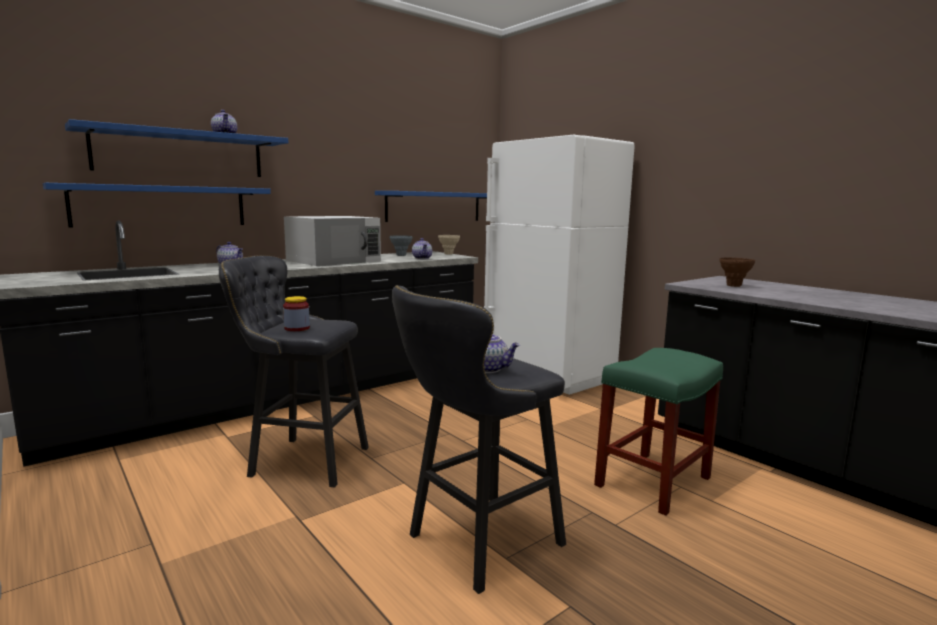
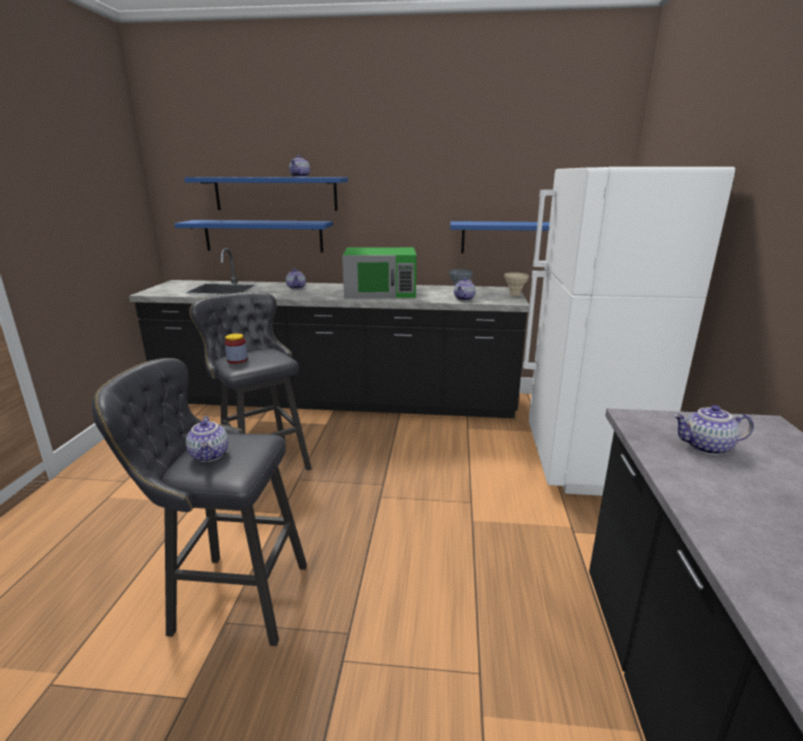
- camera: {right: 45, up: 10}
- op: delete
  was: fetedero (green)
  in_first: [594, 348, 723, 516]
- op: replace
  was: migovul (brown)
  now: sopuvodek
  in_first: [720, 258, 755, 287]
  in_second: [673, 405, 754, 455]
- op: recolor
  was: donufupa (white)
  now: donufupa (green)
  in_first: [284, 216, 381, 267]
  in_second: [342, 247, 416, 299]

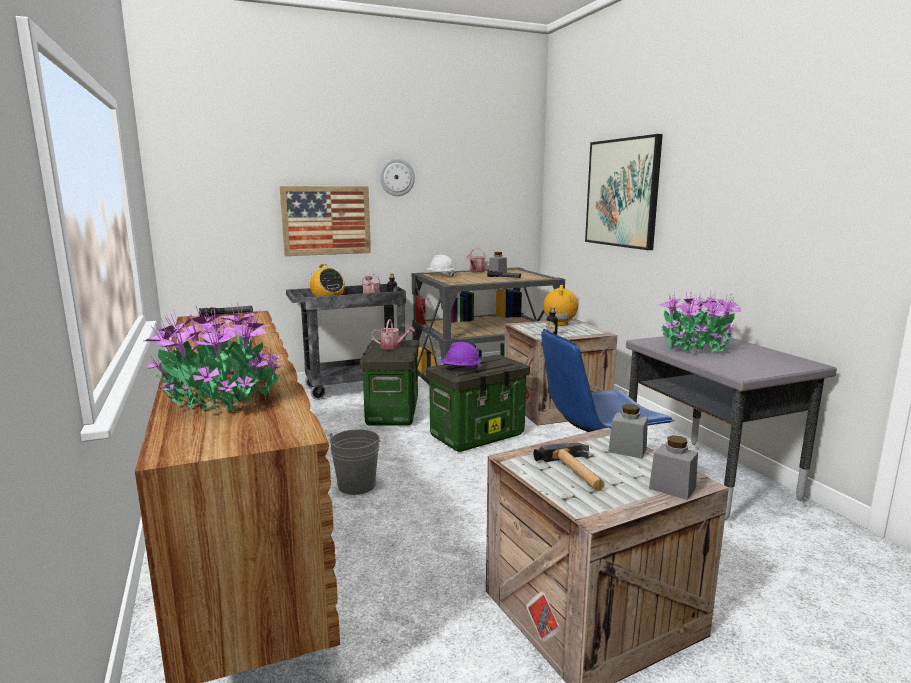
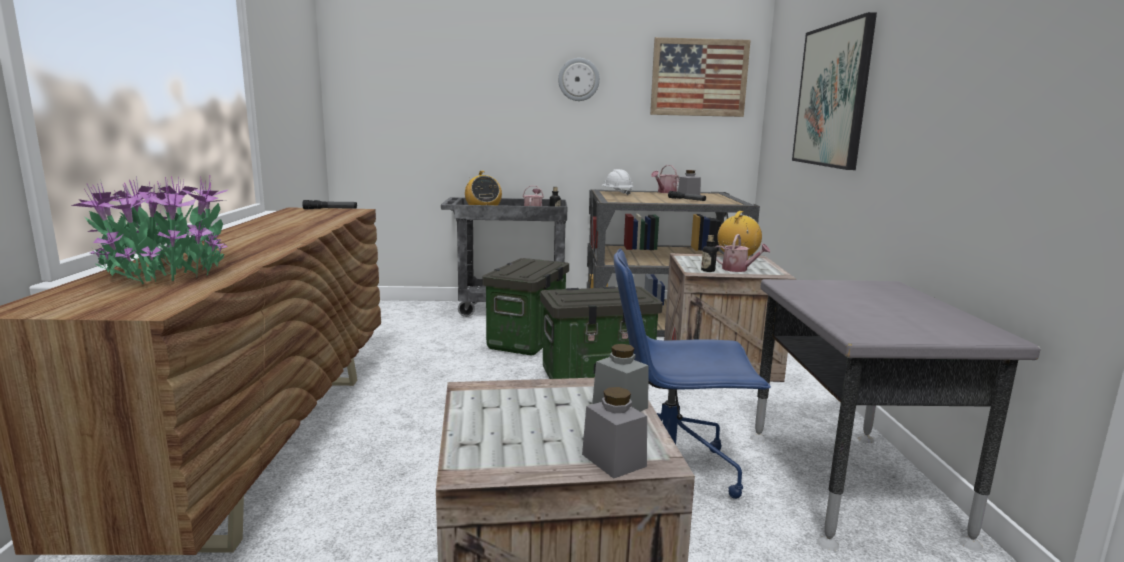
- camera: {right: 20, up: 0}
- op: delete
  was: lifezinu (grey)
  in_first: [328, 429, 380, 495]
- op: delete
  was: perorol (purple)
  in_first: [441, 342, 482, 370]
- op: delete
  was: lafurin
  in_first: [534, 443, 604, 491]
- op: delete
  was: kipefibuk
  in_first: [659, 291, 741, 353]
- op: move
  was: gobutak
  in_first: [280, 186, 371, 256]
  in_second: [650, 37, 751, 117]
- op: move
  was: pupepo
  in_first: [372, 319, 415, 349]
  in_second: [715, 234, 770, 272]

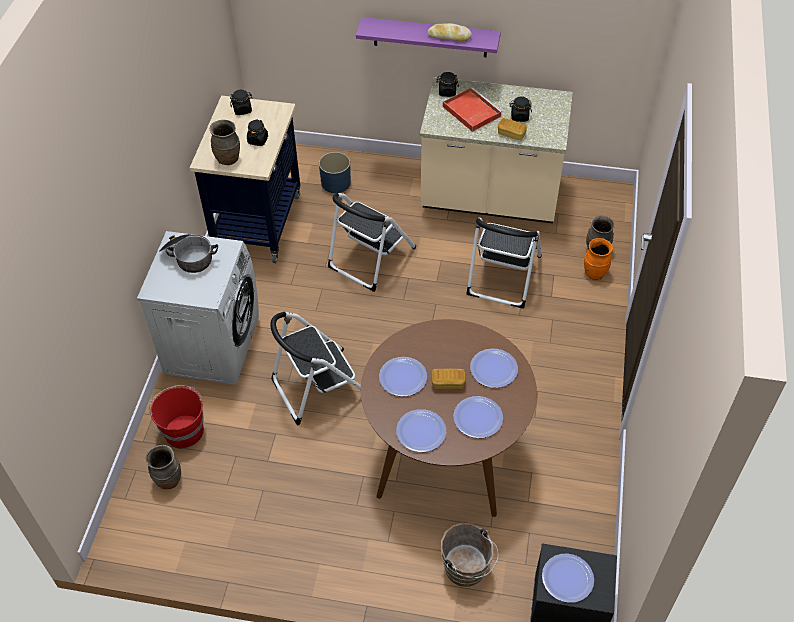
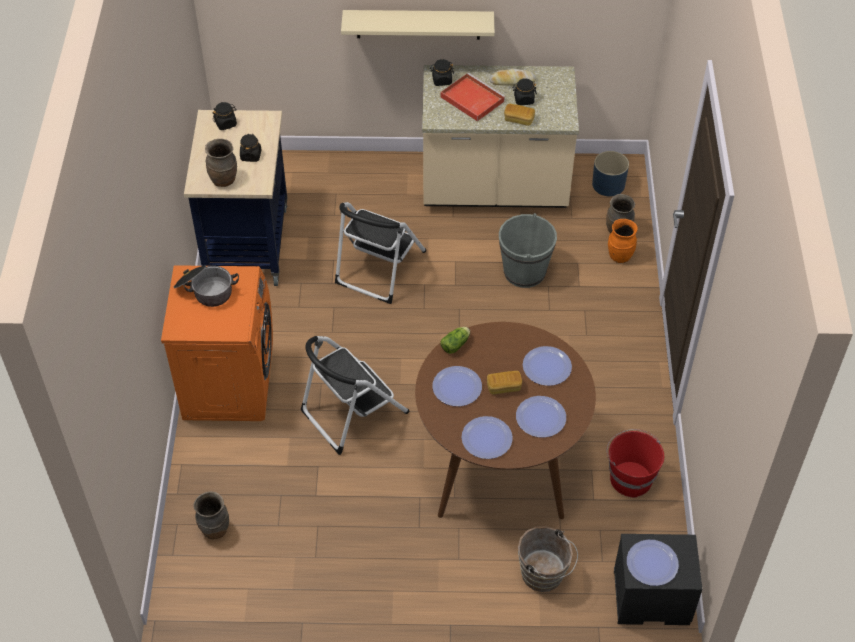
- camera: {right: -10, up: 0}
- op: insert
  now: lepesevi
  in_second: [440, 327, 470, 354]
- op: move
  was: lifezinu (red)
  in_first: [149, 385, 204, 449]
  in_second: [607, 429, 664, 498]
- op: move
  was: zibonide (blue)
  in_first: [319, 152, 351, 193]
  in_second: [592, 151, 629, 196]
- op: move
  was: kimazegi
  in_first: [427, 23, 472, 41]
  in_second: [490, 69, 536, 86]
- op: replace
  was: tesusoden
  now: lifezinu (grey)
  in_first: [466, 217, 542, 309]
  in_second: [499, 213, 557, 288]
- op: recolor
  was: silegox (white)
  now: silegox (orange)
  in_first: [137, 231, 259, 384]
  in_second: [161, 265, 273, 421]
- op: recolor
  was: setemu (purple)
  now: setemu (beige)
  in_first: [356, 17, 501, 57]
  in_second: [341, 10, 495, 40]

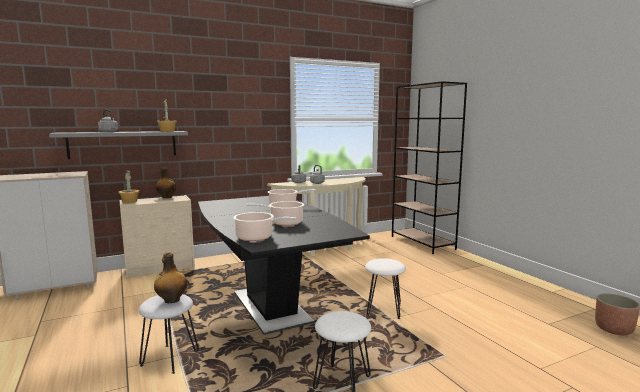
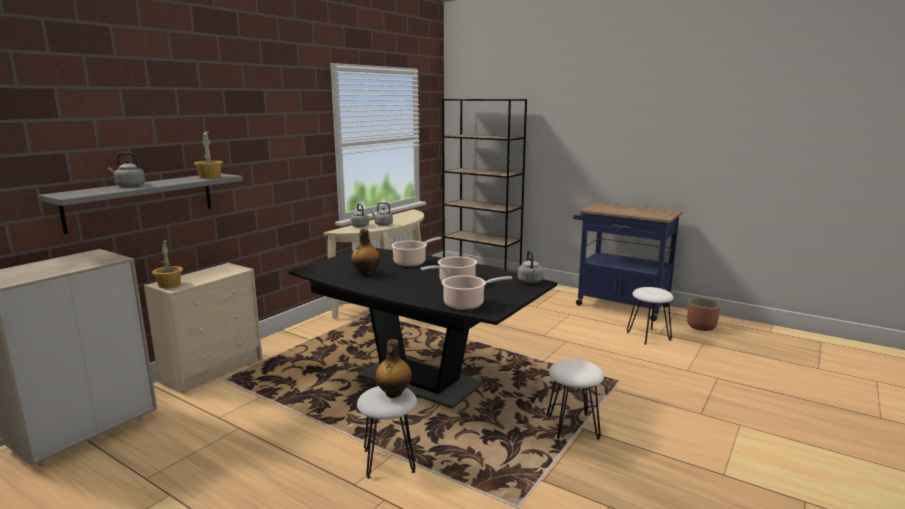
- camera: {right: -30, up: 5}
- op: insert
  now: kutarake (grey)
  in_second: [518, 250, 544, 283]
- op: insert
  now: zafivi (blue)
  in_second: [573, 203, 683, 321]
- op: move
  was: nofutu
  in_first: [156, 168, 176, 198]
  in_second: [351, 229, 380, 276]
- op: move
  was: fetedero (white)
  in_first: [365, 258, 406, 319]
  in_second: [627, 287, 674, 345]

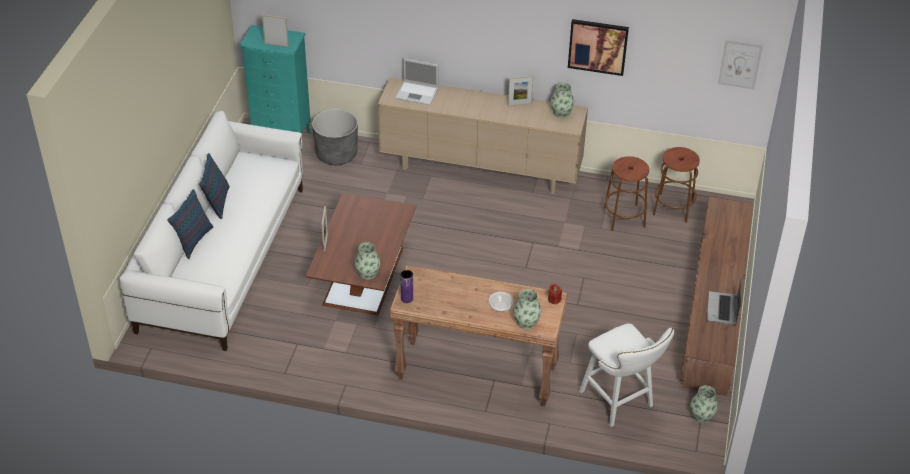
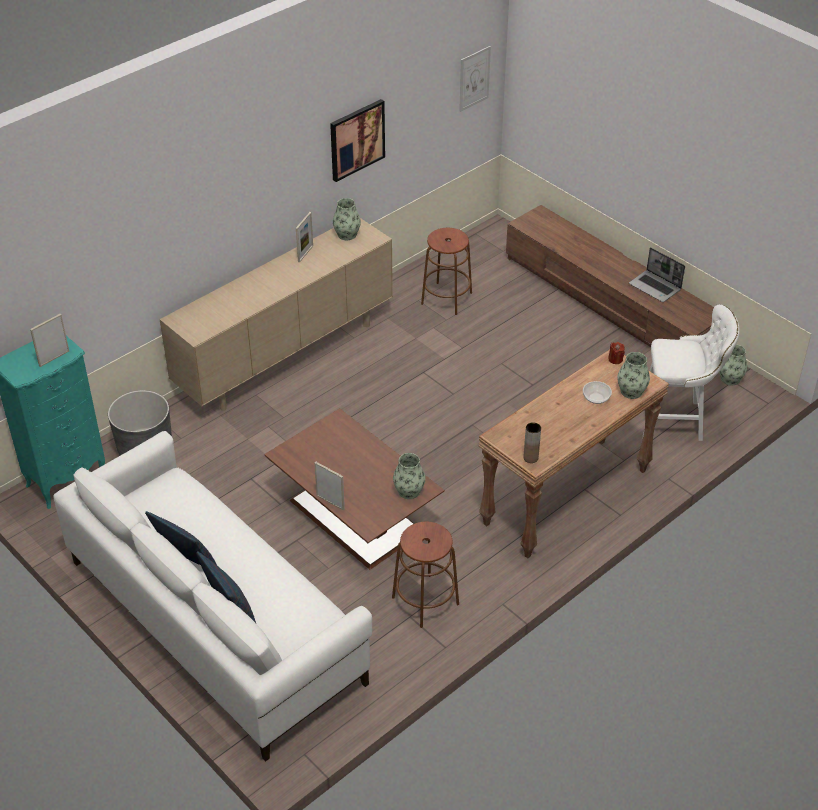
- camera: {right: -55, up: 0}
- op: delete
  was: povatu
  in_first: [395, 58, 439, 105]
- op: move
  was: fetedero (brown)
  in_first: [653, 147, 700, 223]
  in_second: [392, 522, 459, 628]
- op: recolor
  was: migovul (purple)
  now: migovul (brown)
  in_first: [400, 270, 413, 303]
  in_second: [523, 422, 541, 463]

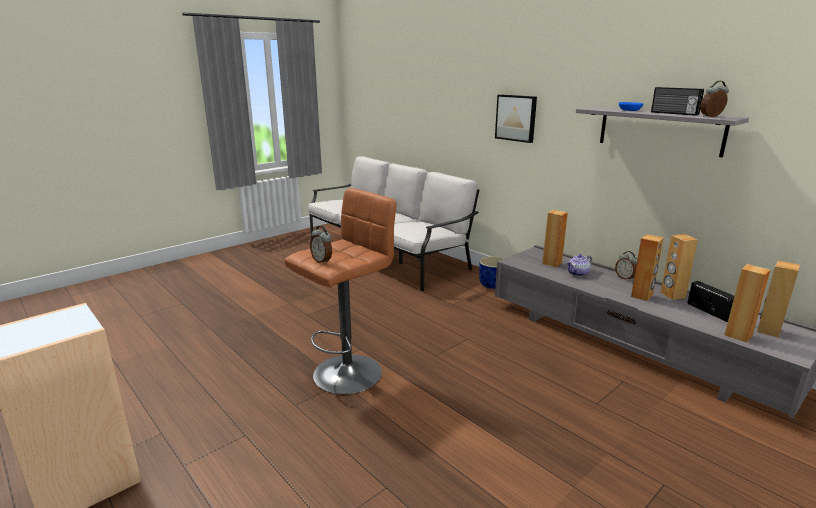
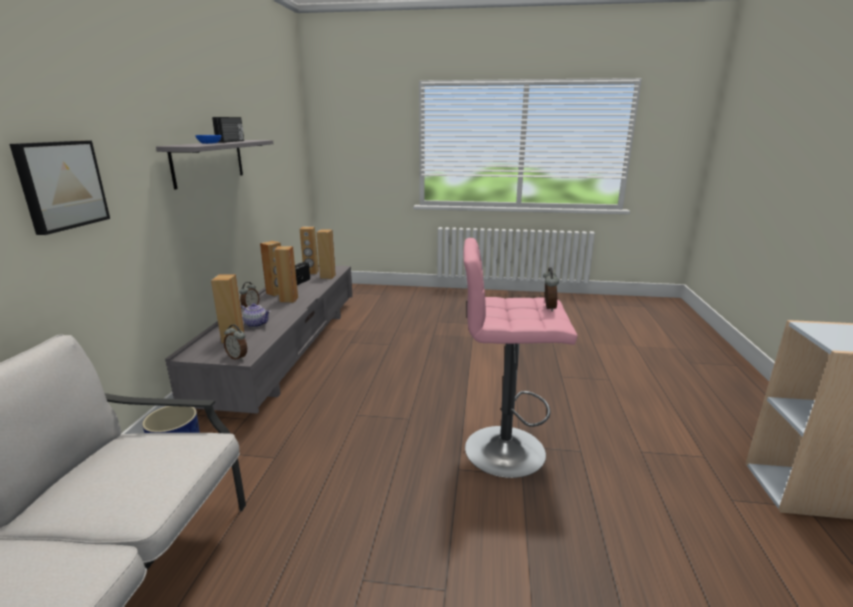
- camera: {right: -130, up: 0}
- op: move
  was: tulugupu
  in_first: [700, 80, 729, 117]
  in_second: [224, 324, 247, 361]
- op: recolor
  was: fetedero (brown)
  now: fetedero (pink)
  in_first: [284, 188, 397, 394]
  in_second: [463, 238, 578, 478]

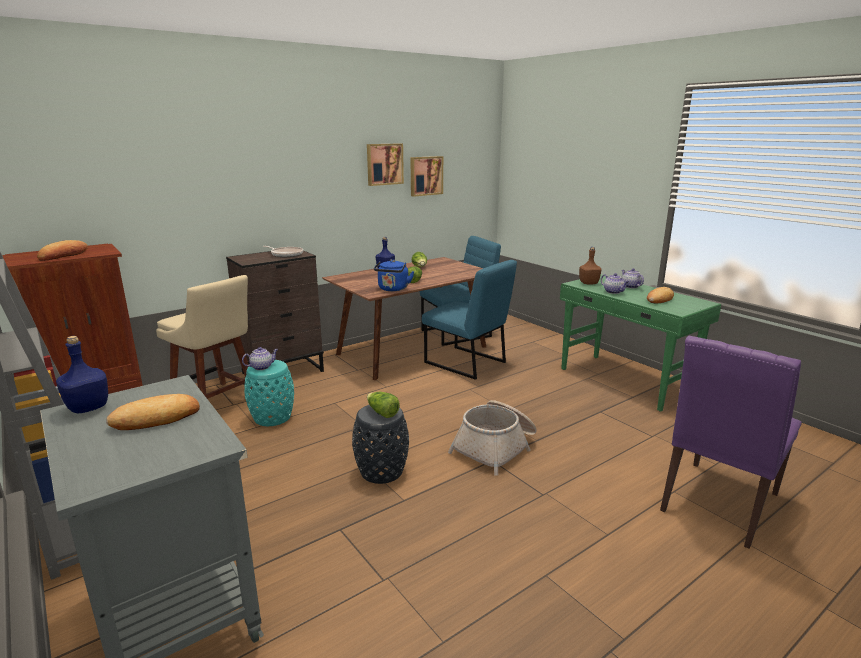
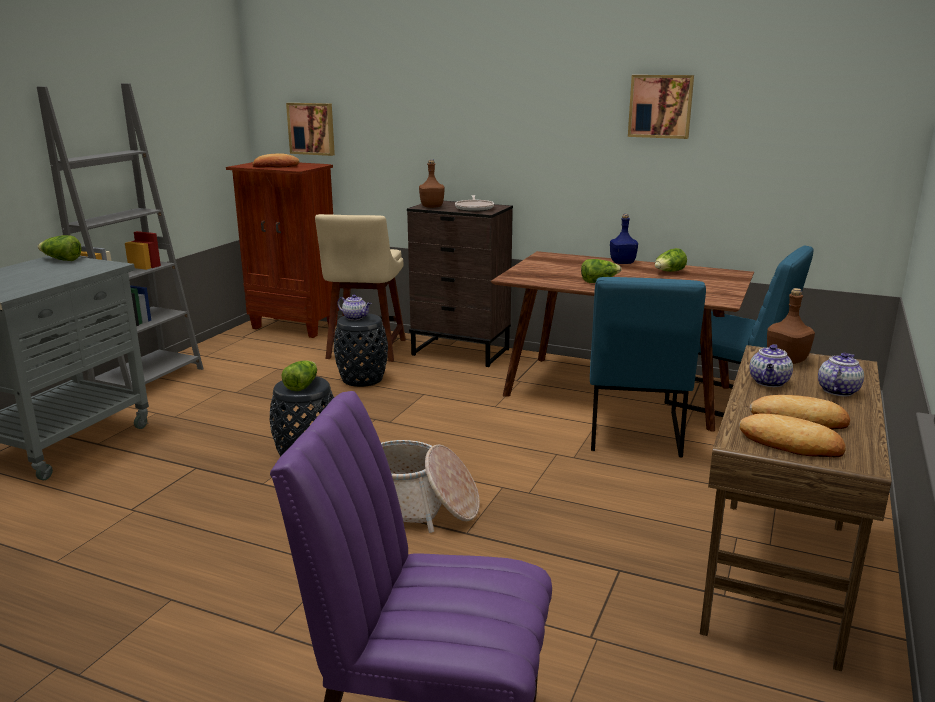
- camera: {right: 60, up: 0}
- op: delete
  was: kutarake (blue)
  in_first: [374, 260, 414, 291]
- op: insert
  now: nofutu (brown)
  in_second: [419, 160, 444, 208]
- op: move
  was: kimazegi
  in_first: [106, 394, 200, 430]
  in_second: [739, 414, 846, 457]
- op: move
  was: gobutak
  in_first: [410, 156, 443, 197]
  in_second: [286, 103, 335, 156]
- op: replace
  was: nofutu (blue)
  now: lepesevi
  in_first: [56, 336, 108, 414]
  in_second: [38, 235, 82, 261]
- op: recolor
  was: fetedero (turquoise)
  now: fetedero (black)
  in_first: [244, 360, 294, 426]
  in_second: [334, 313, 388, 387]
- op: recolor
  was: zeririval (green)
  now: zeririval (brown)
  in_first: [560, 274, 721, 411]
  in_second: [700, 345, 891, 672]

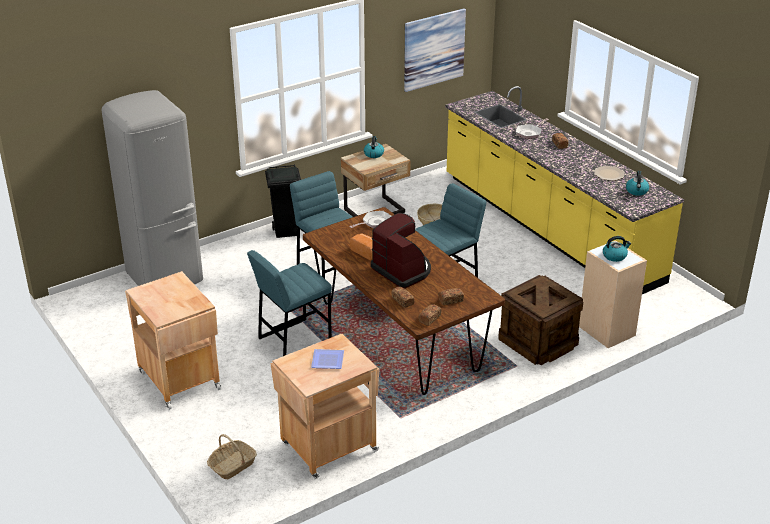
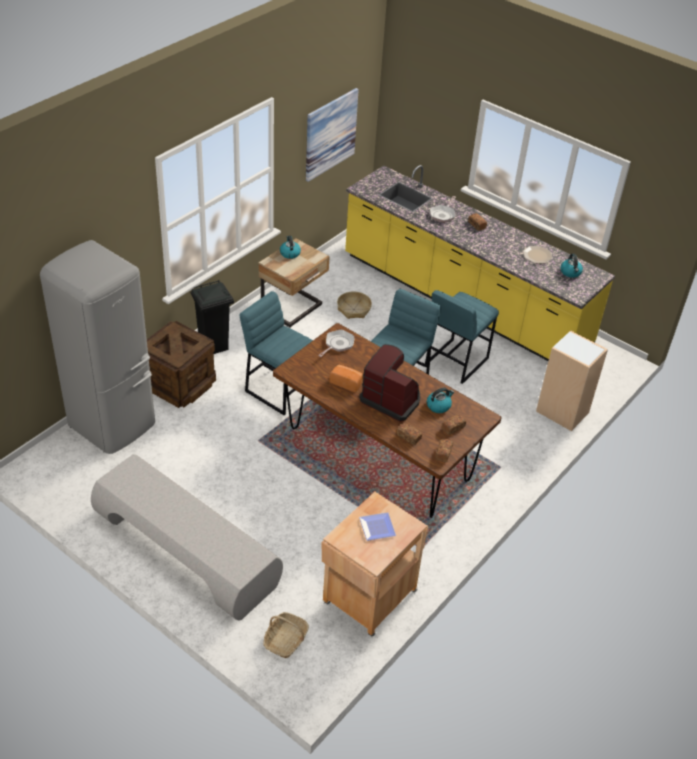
- camera: {right: -20, up: 10}
- op: move
  was: fetedero (blue)
  in_first: [247, 250, 332, 356]
  in_second: [425, 290, 499, 384]
- op: move
  was: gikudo
  in_first: [498, 275, 583, 365]
  in_second: [147, 321, 216, 408]
- op: move
  was: kutarake
  in_first: [603, 236, 631, 262]
  in_second: [427, 388, 454, 413]
- op: replace
  was: zafivi (brown)
  now: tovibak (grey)
  in_first: [125, 271, 221, 410]
  in_second: [91, 454, 283, 620]

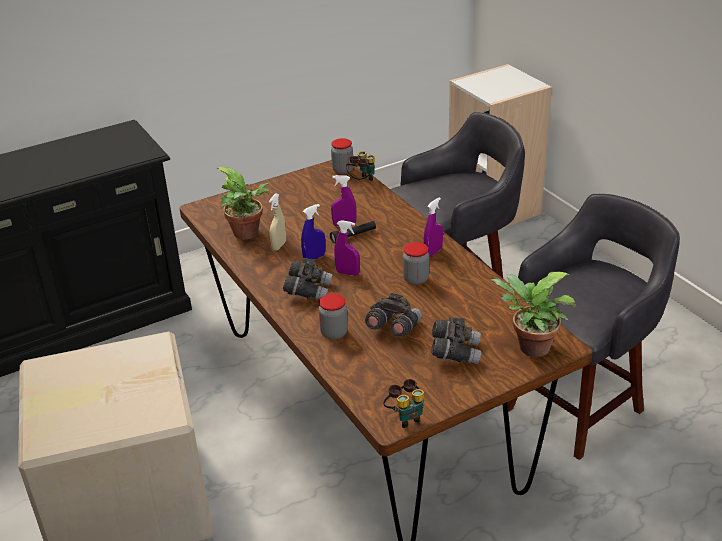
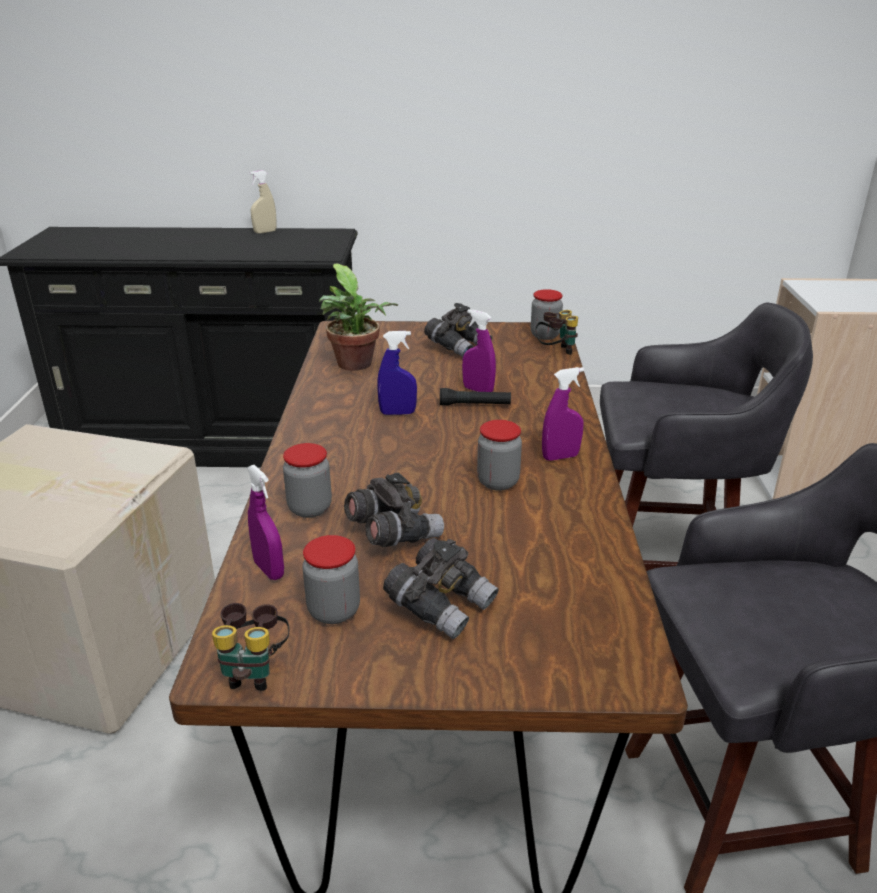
- camera: {right: 30, up: -5}
- op: delete
  was: kipefibuk
  in_first: [491, 272, 577, 357]
- op: insert
  now: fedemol
  in_second: [302, 535, 360, 624]
- op: move
  was: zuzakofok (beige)
  in_first: [269, 193, 286, 250]
  in_second: [249, 170, 277, 234]
- op: move
  was: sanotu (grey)
  in_first: [283, 258, 333, 300]
  in_second: [424, 303, 492, 357]
- op: move
  was: zuzakofok (purple)
  in_first: [334, 220, 360, 276]
  in_second: [247, 465, 284, 580]

